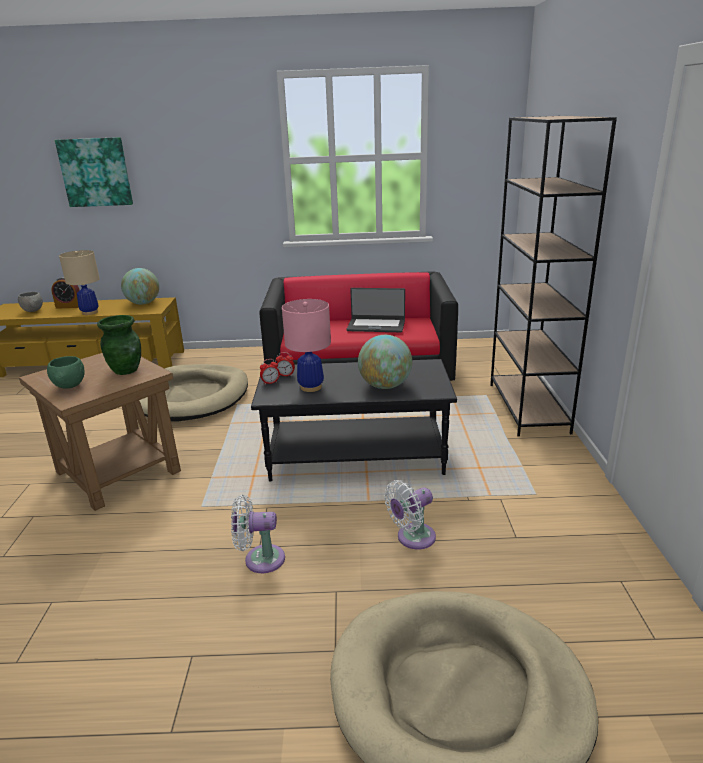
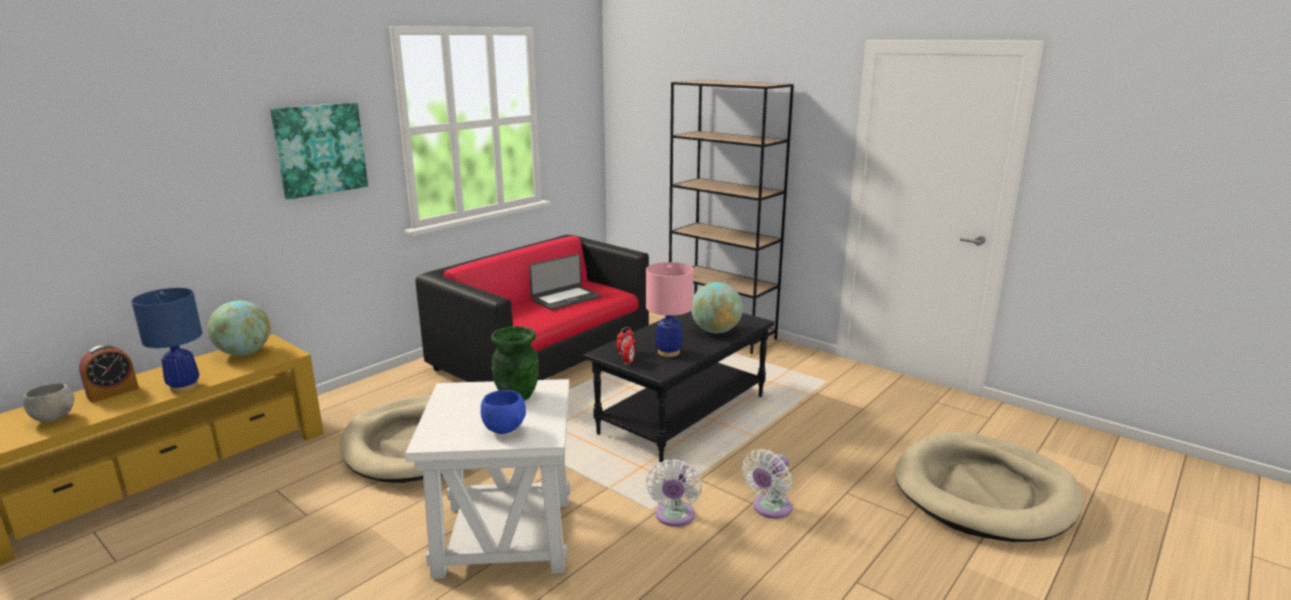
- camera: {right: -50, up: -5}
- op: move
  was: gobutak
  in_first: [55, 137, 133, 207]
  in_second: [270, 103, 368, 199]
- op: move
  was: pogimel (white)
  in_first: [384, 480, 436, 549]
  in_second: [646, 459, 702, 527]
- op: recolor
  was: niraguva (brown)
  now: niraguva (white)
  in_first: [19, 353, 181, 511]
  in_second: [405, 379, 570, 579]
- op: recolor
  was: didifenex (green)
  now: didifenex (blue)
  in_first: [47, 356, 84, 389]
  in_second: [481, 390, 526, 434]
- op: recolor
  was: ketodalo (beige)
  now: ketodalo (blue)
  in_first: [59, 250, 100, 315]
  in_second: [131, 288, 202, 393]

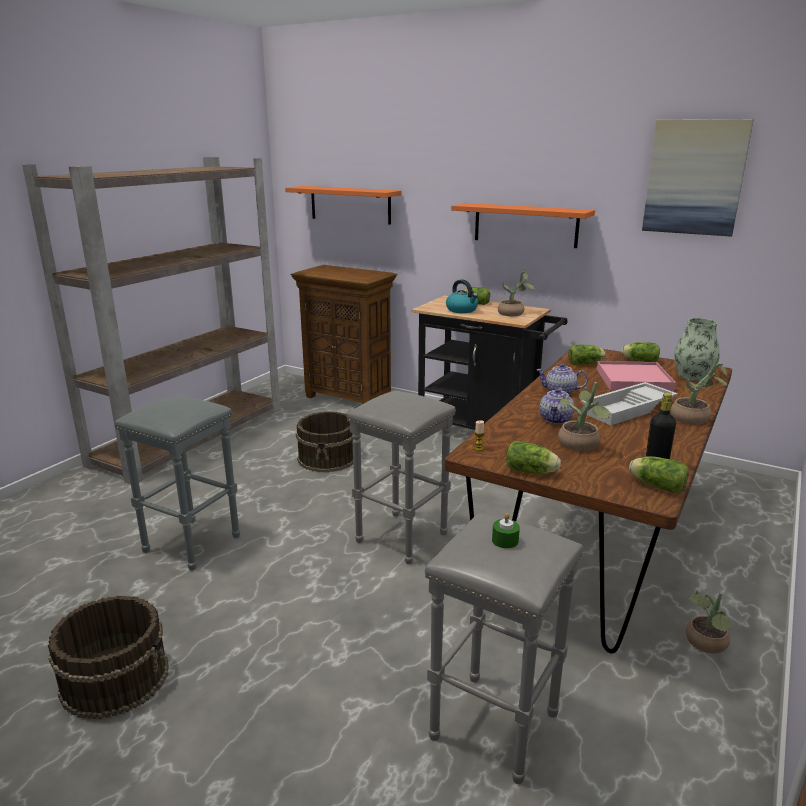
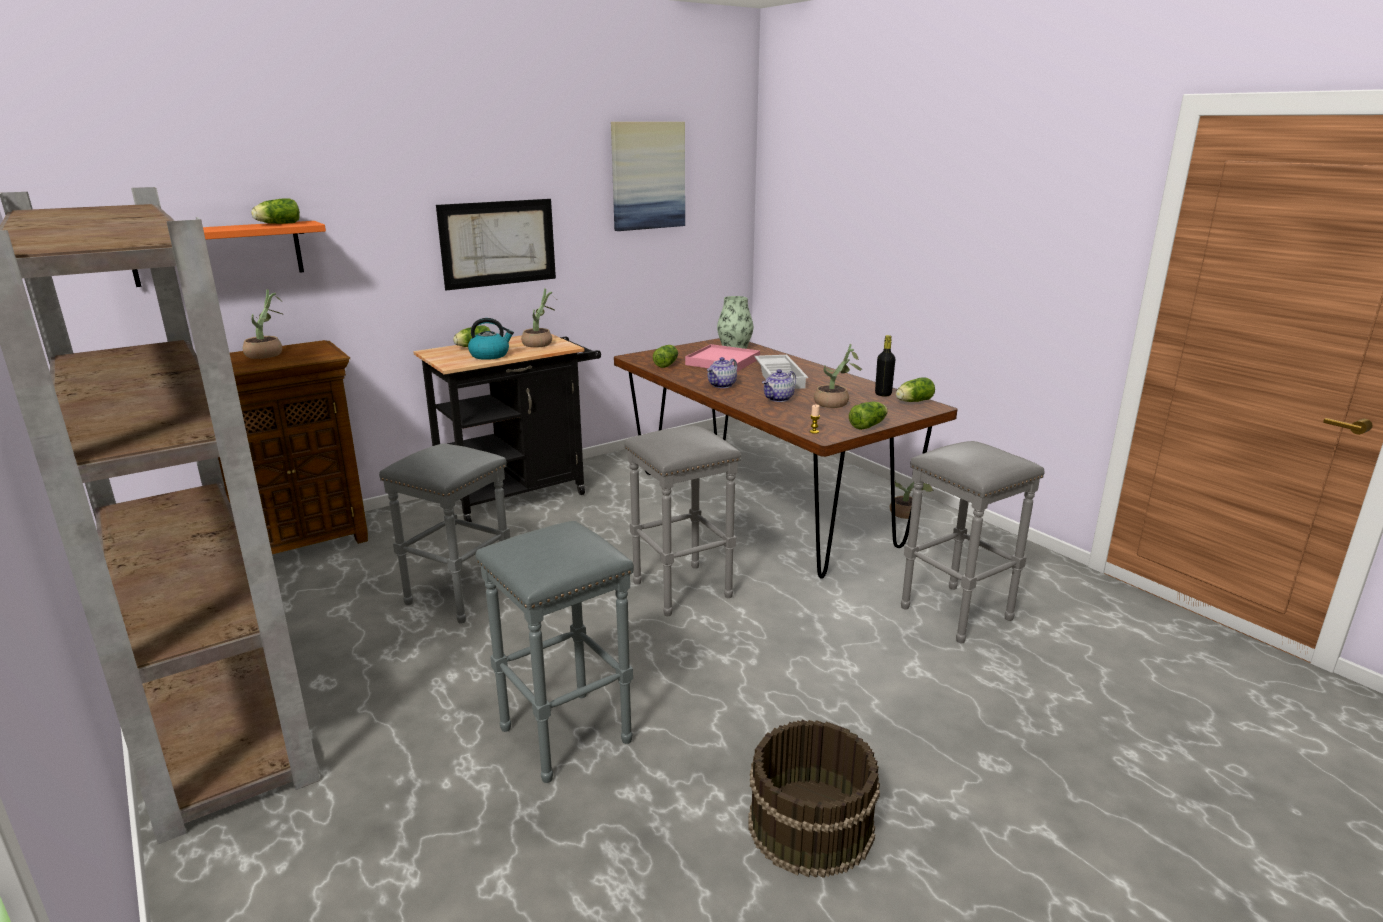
- camera: {right: -65, up: 0}
- op: delete
  was: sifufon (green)
  in_first: [492, 513, 520, 549]
- op: move
  was: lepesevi
  in_first: [621, 342, 660, 362]
  in_second: [251, 198, 300, 224]
- op: move
  was: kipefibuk
  in_first: [671, 357, 728, 425]
  in_second: [243, 289, 284, 359]
- op: replace
  was: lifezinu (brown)
  now: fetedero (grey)
  in_first: [296, 412, 354, 472]
  in_second: [379, 443, 510, 624]
- op: replace
  was: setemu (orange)
  now: gobutak
  in_first: [451, 203, 595, 248]
  in_second: [436, 199, 556, 291]
- op: rotate
  was: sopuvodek
  in_first: [539, 387, 574, 424]
  in_second: [762, 369, 796, 402]
  clockwise: 90

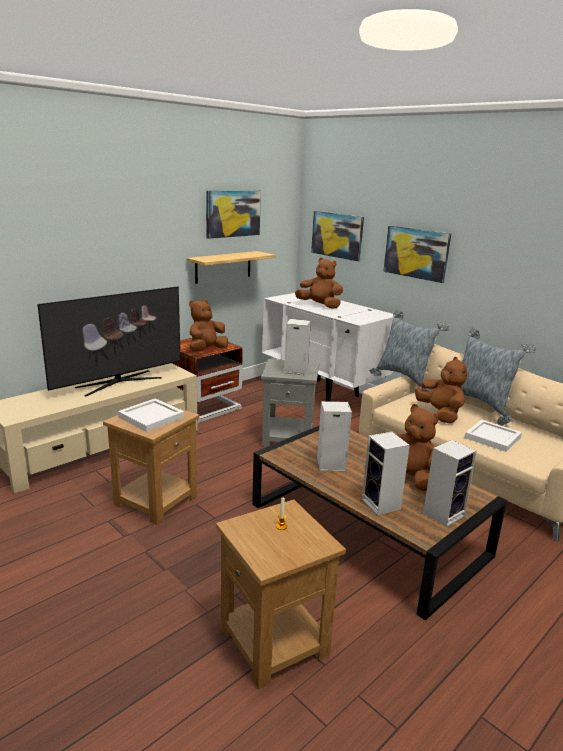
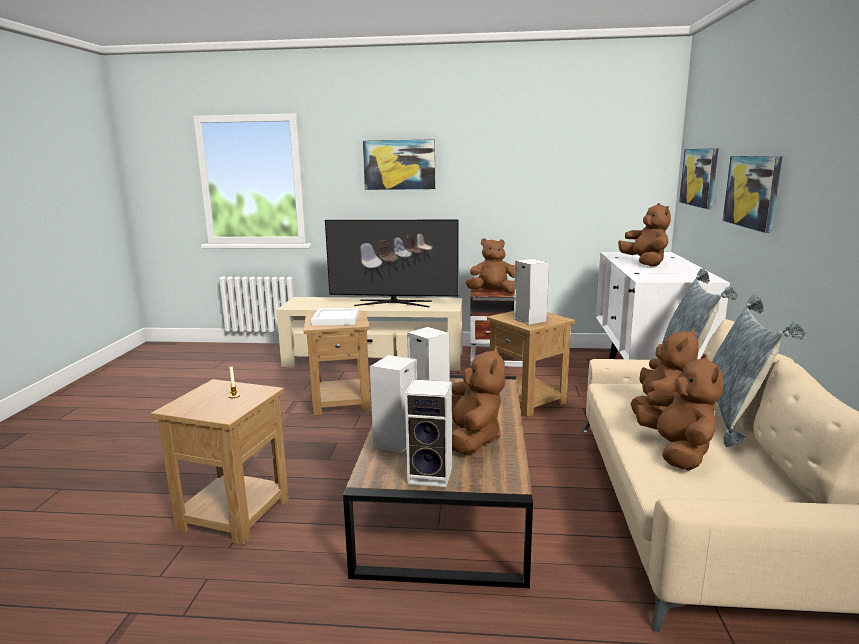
- camera: {right: 50, up: -5}
- op: delete
  was: setemu
  in_first: [187, 251, 276, 284]
- op: move
  was: gobutak
  in_first: [206, 191, 261, 239]
  in_second: [363, 139, 435, 190]
- op: replace
  was: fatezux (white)
  now: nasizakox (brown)
  in_first: [464, 420, 522, 452]
  in_second: [636, 354, 723, 471]
- op: recolor
  was: niraguva (grey)
  now: niraguva (brown)
  in_first: [261, 359, 319, 447]
  in_second: [487, 311, 575, 417]

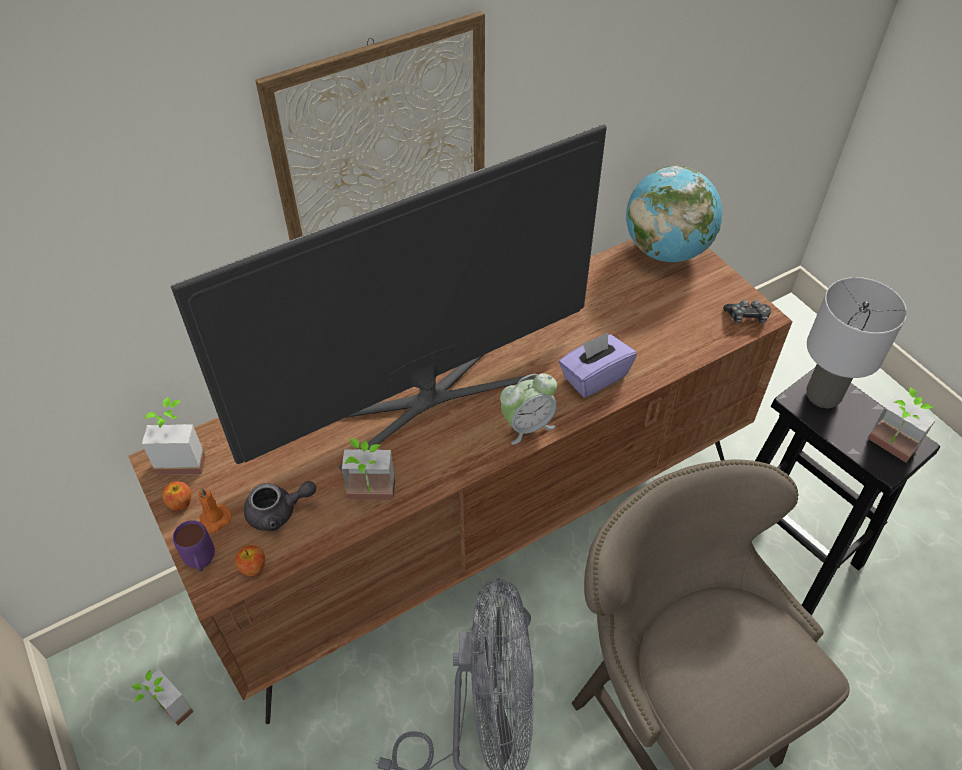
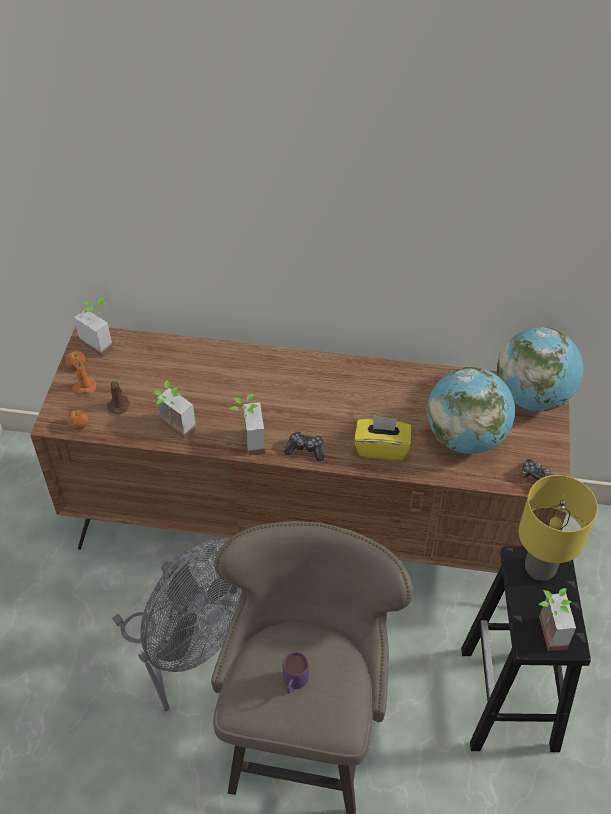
- camera: {right: 40, up: 0}
- op: delete
  was: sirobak
  in_first: [171, 124, 607, 470]
- op: delete
  was: gobutak
  in_first: [255, 11, 485, 240]
- op: insert
  now: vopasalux
  in_second: [427, 366, 515, 454]
- op: move
  was: kipefibuk
  in_first: [131, 669, 194, 726]
  in_second: [230, 394, 265, 456]
- op: move
  was: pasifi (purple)
  in_first: [173, 520, 215, 572]
  in_second: [283, 652, 309, 694]
- op: replace
  was: sopuvodek (grey)
  now: sifufon (brown)
  in_first: [244, 481, 316, 531]
  in_second: [107, 379, 130, 414]
- op: replace
  was: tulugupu
  now: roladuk
  in_first: [500, 373, 557, 445]
  in_second: [284, 431, 324, 461]
- op: recolor
  was: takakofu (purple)
  now: takakofu (yellow)
  in_first: [559, 332, 637, 398]
  in_second: [354, 415, 411, 460]
- op: recolor
  was: ketodalo (white)
  now: ketodalo (yellow)
  in_first: [806, 277, 907, 408]
  in_second: [519, 475, 598, 581]

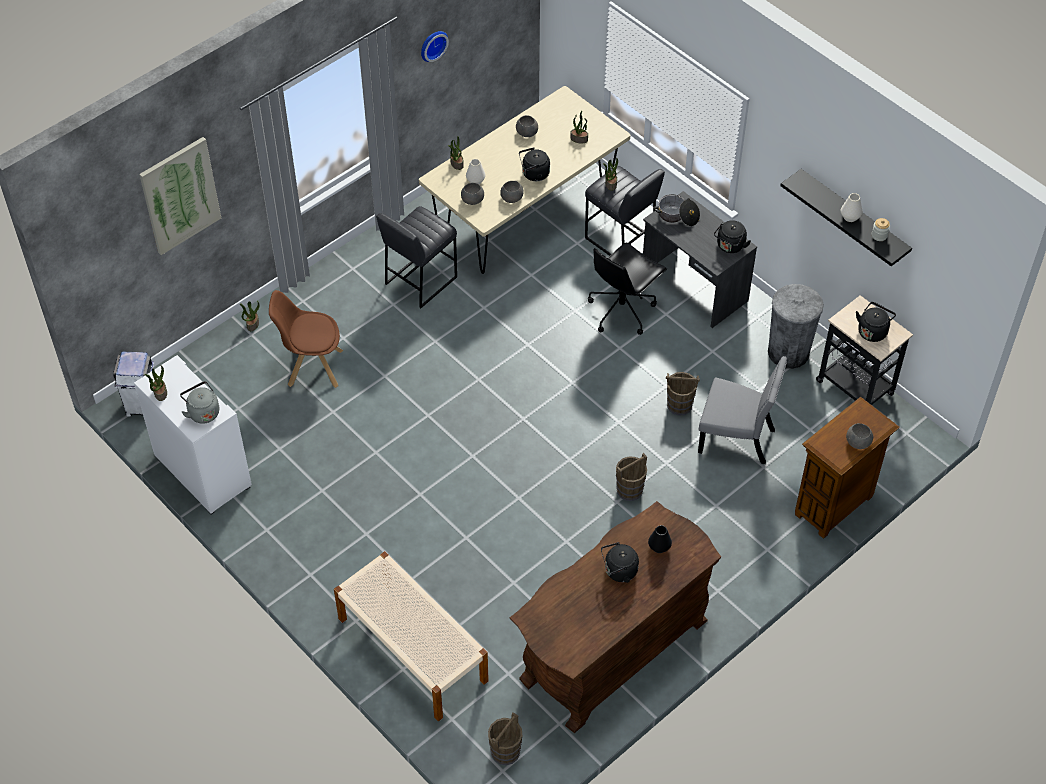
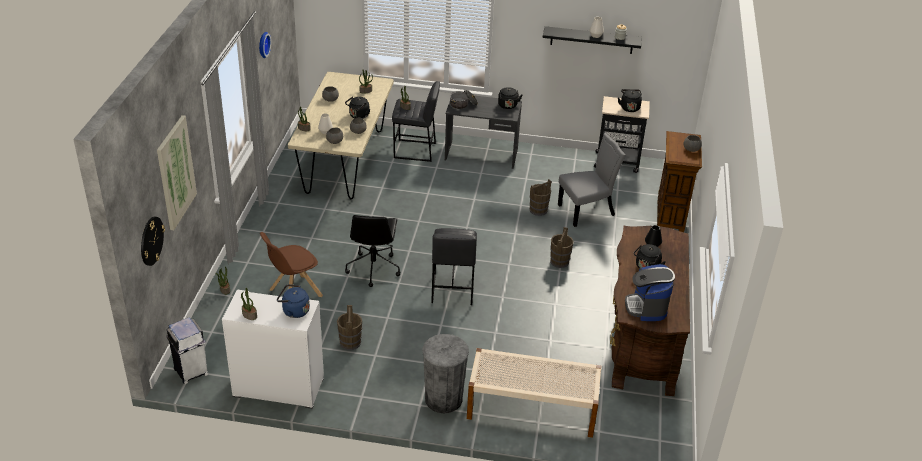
- camera: {right: -40, up: -15}
- op: insert
  now: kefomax
  in_second: [141, 217, 165, 266]
- op: insert
  now: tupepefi
  in_second: [625, 264, 675, 321]
- op: move
  was: fetedero (grey)
  in_first: [376, 206, 457, 308]
  in_second: [431, 228, 477, 305]
- op: move
  was: lifezinu (brown)
  in_first: [488, 712, 522, 765]
  in_second: [337, 305, 362, 350]
- op: move
  was: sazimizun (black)
  in_first: [588, 242, 667, 335]
  in_second: [345, 215, 401, 287]
- op: move
  was: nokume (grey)
  in_first: [768, 284, 824, 369]
  in_second: [422, 334, 469, 413]
- op: recolor
  was: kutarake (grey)
  now: kutarake (blue)
  in_first: [180, 381, 219, 424]
  in_second: [277, 284, 310, 318]

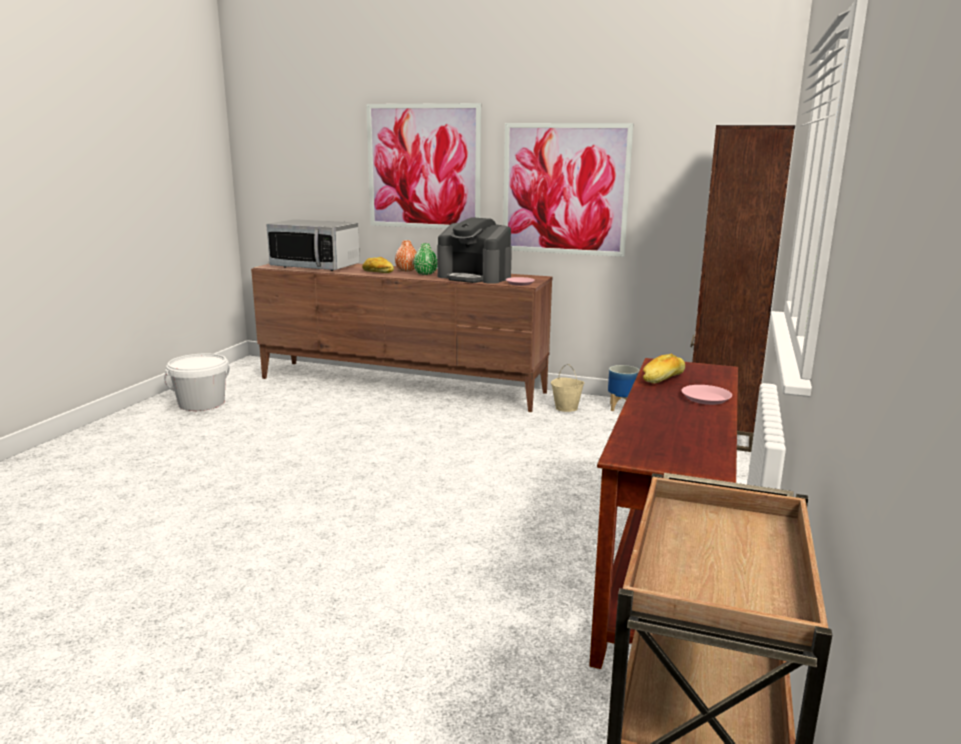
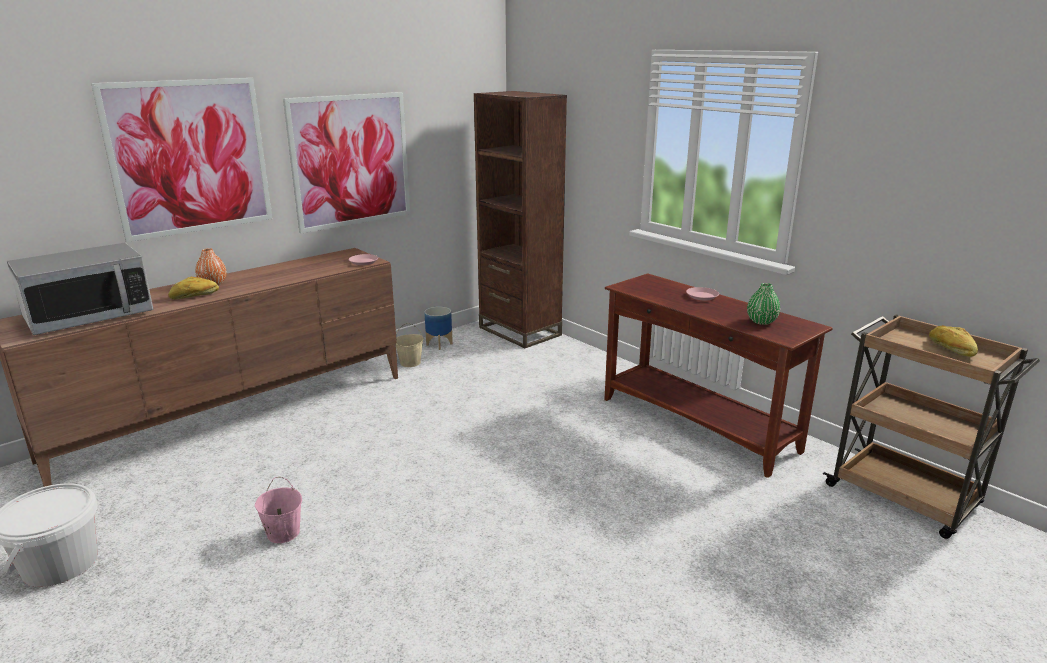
- camera: {right: -60, up: 5}
- op: delete
  was: tupepefi
  in_first: [437, 218, 512, 284]
- op: insert
  now: lifezinu (pink)
  in_second: [255, 477, 302, 543]
- op: move
  was: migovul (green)
  in_first: [413, 243, 437, 275]
  in_second: [747, 283, 780, 325]
- op: move
  was: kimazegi
  in_first: [643, 353, 685, 384]
  in_second: [929, 325, 978, 357]

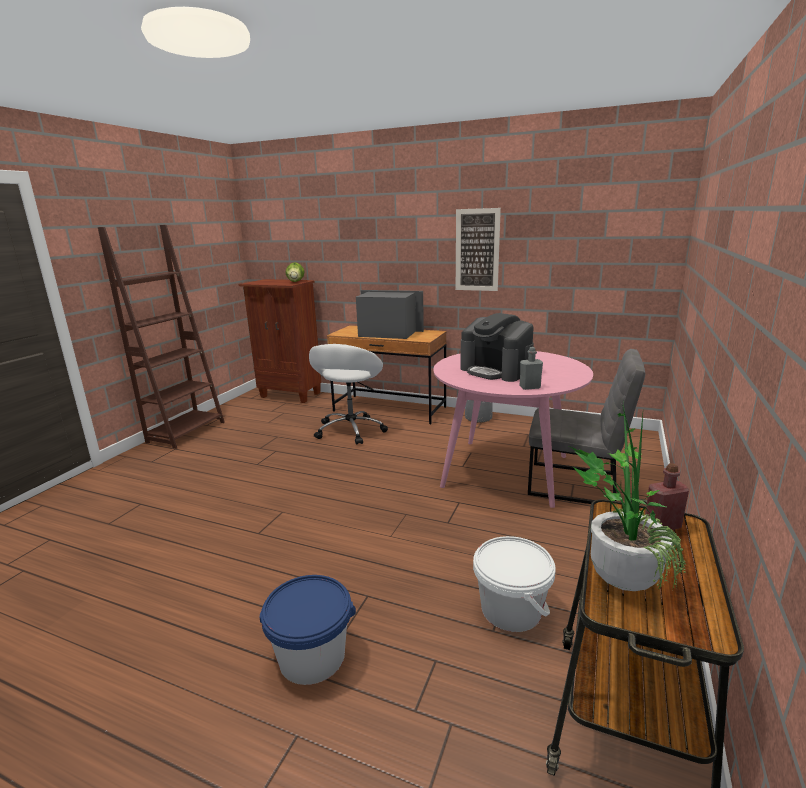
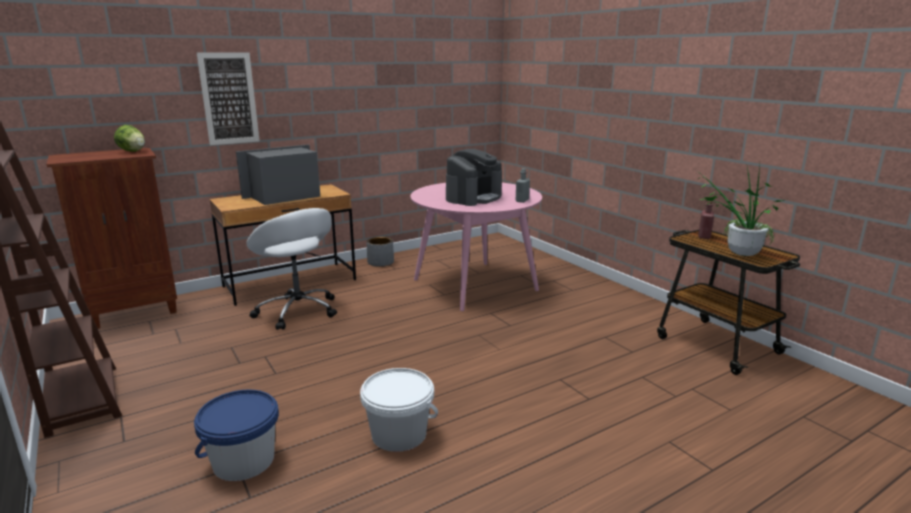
- camera: {right: -55, up: 0}
- op: delete
  was: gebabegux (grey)
  in_first: [528, 349, 645, 504]
- op: move
  was: lifezinu (blue)
  in_first: [260, 575, 356, 685]
  in_second: [194, 389, 279, 481]
- op: move
  was: gobutak
  in_first: [456, 208, 501, 291]
  in_second: [196, 52, 260, 145]
- op: move
  was: lifezinu (white)
  in_first: [473, 536, 556, 632]
  in_second: [360, 368, 438, 452]
- op: rotate
  was: tupepefi
  in_first: [460, 313, 534, 382]
  in_second: [446, 149, 502, 206]
  clockwise: -45

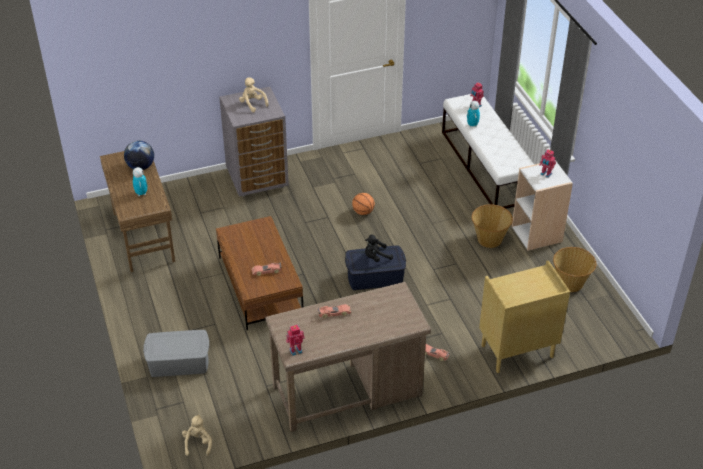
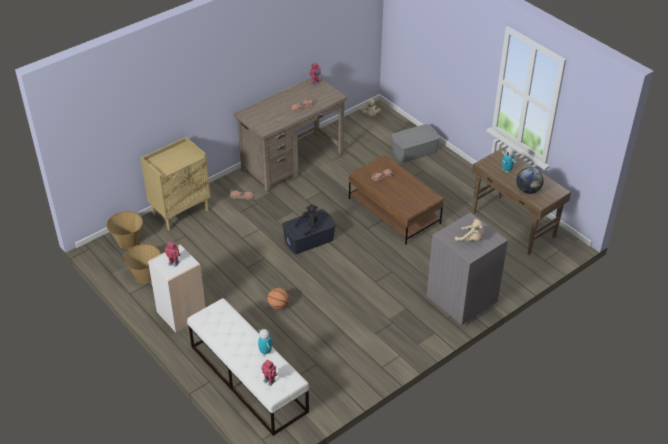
- camera: {right: 160, up: 0}
- op: move
  was: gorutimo
  in_first: [352, 193, 375, 215]
  in_second: [267, 288, 289, 310]
- op: move
  was: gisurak
  in_first: [472, 204, 513, 248]
  in_second: [107, 211, 143, 249]

